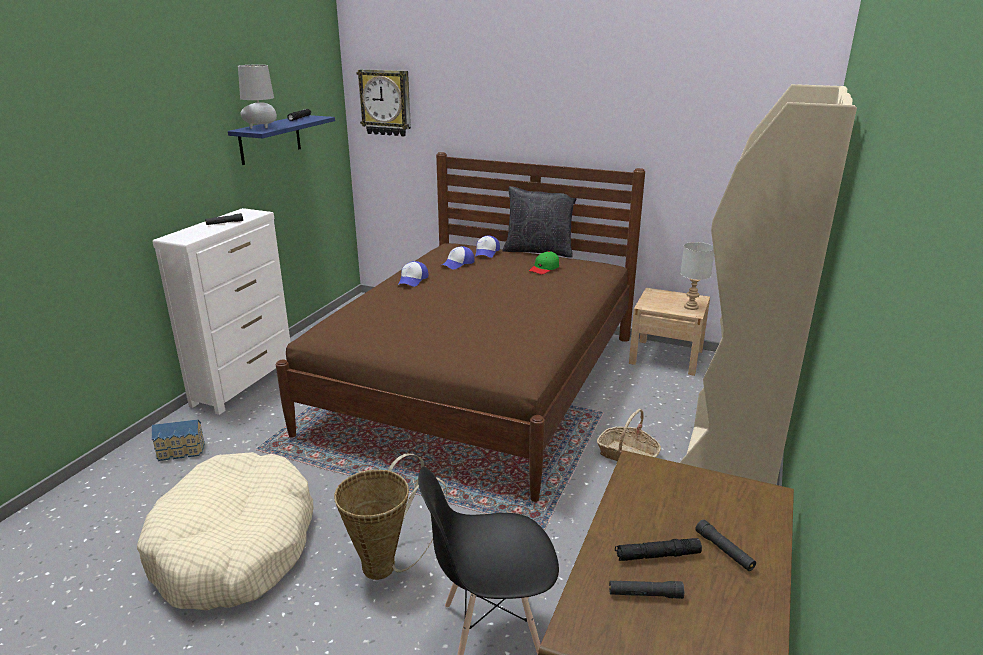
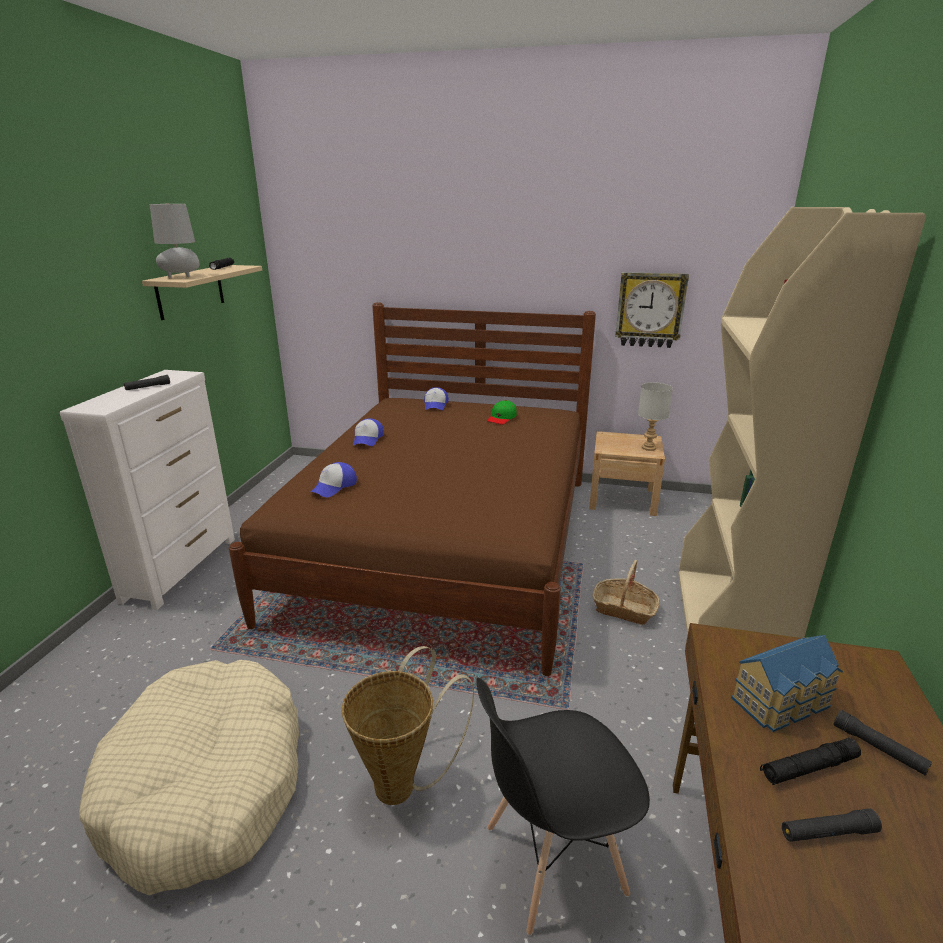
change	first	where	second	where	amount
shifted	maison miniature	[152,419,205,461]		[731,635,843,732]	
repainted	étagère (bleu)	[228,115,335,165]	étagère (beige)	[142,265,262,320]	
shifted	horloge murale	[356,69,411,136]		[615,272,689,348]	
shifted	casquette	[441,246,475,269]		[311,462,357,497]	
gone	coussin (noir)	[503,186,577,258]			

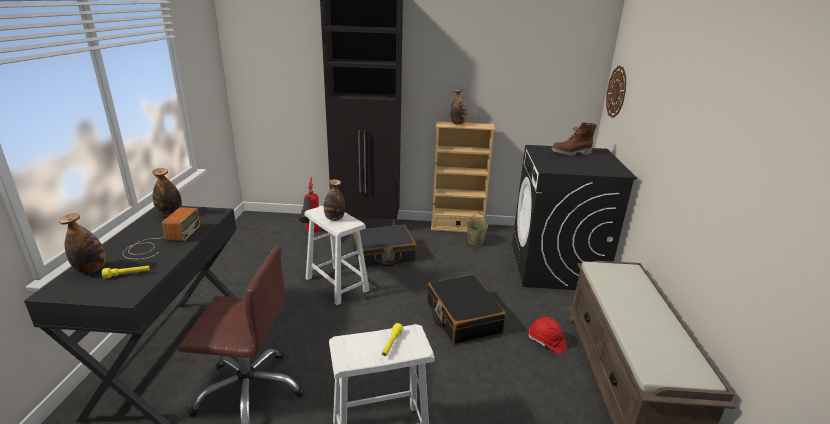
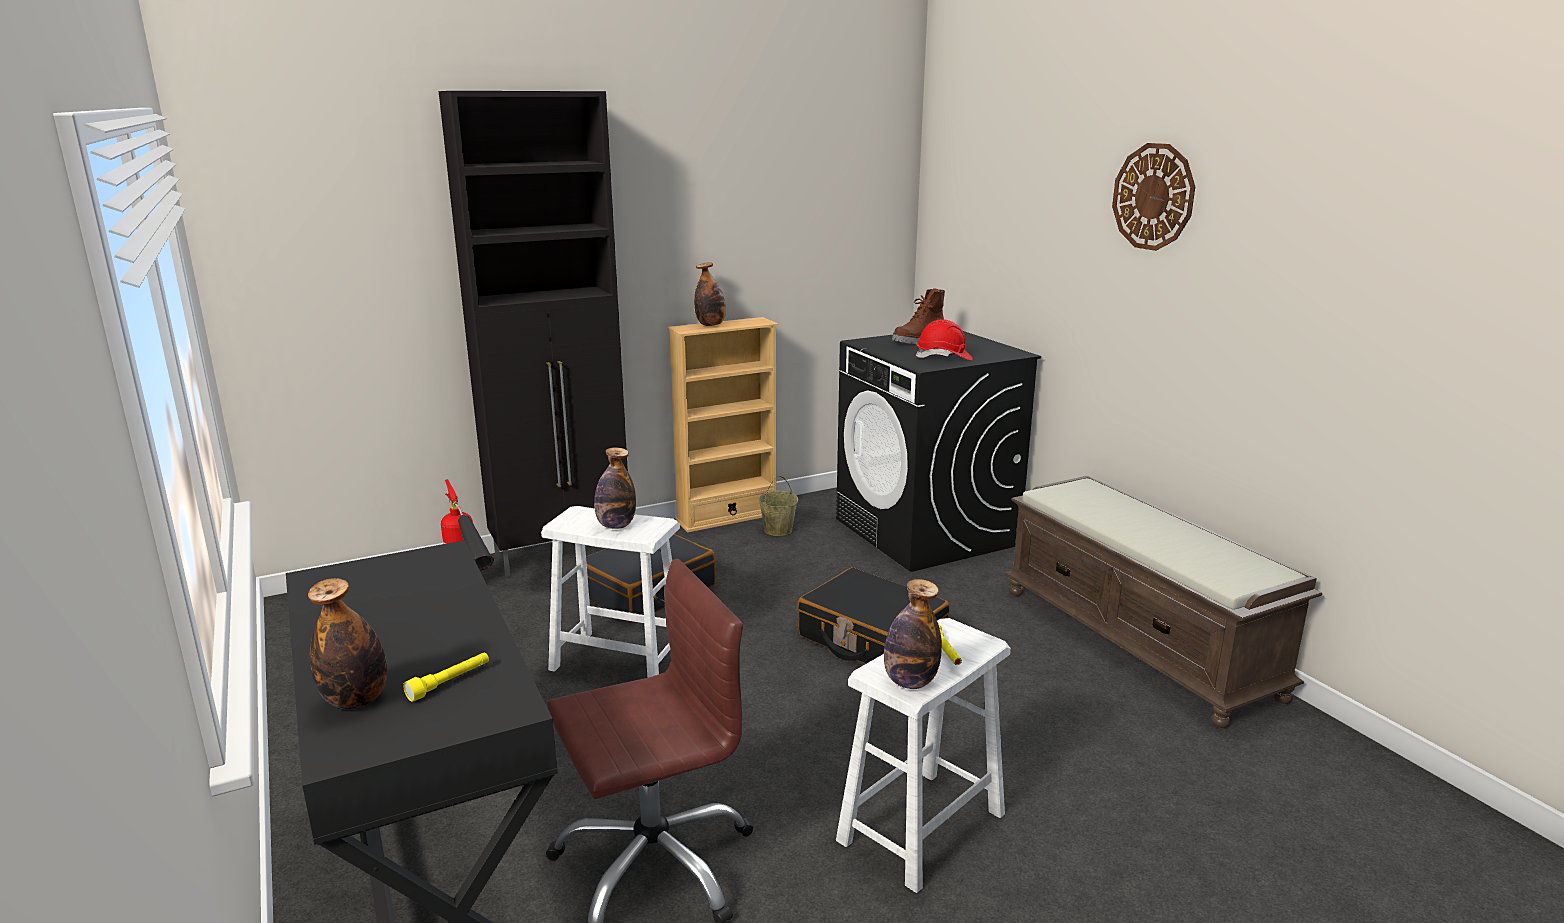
change	first	where	second	where	amount
gone	radio	[123,207,200,259]			
shifted	bouteille	[152,168,182,217]		[884,579,942,689]	
shifted	casque de chantier (rouge)	[528,317,567,354]		[915,319,973,361]	
shifted	horloge murale	[606,66,626,118]		[1112,143,1195,251]	

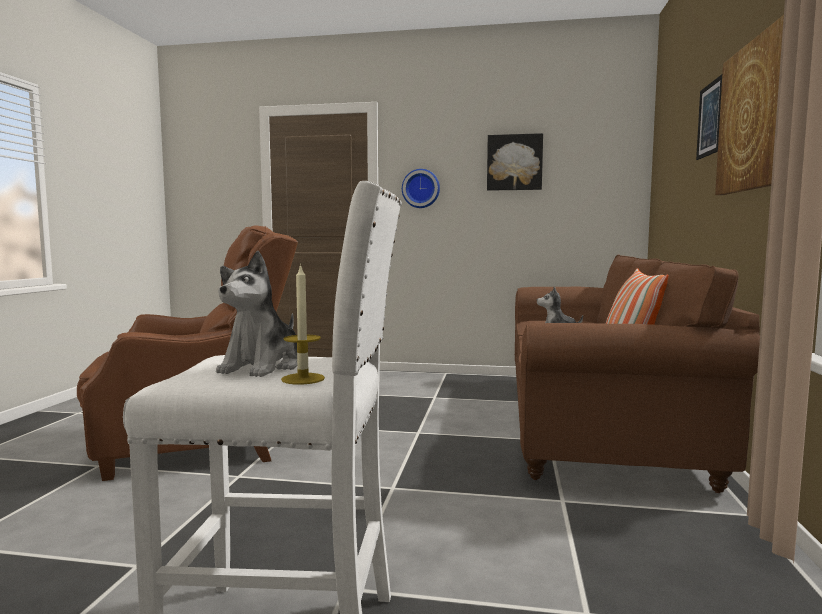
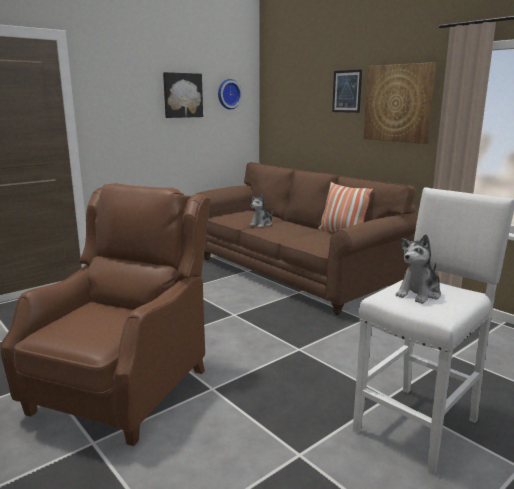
change	first	where	second	where	amount
rotated	peluche	[216,251,297,377]		[395,234,441,304]	75 degrees clockwise
gone	bougie	[281,264,325,385]			
shifted	horloge murale	[402,169,440,208]		[218,79,242,110]	

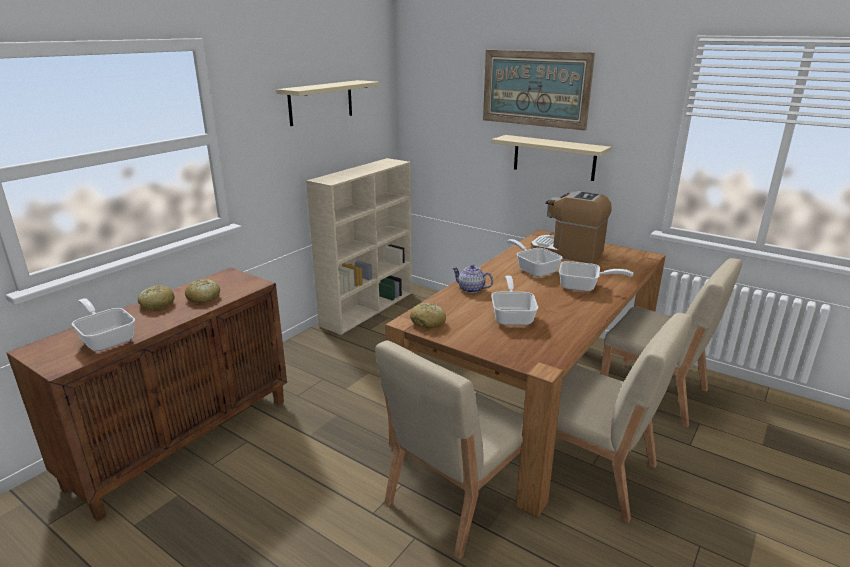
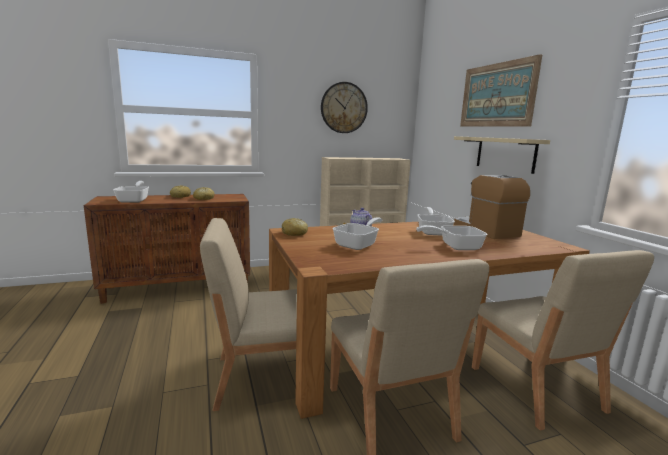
change	first	where	second	where	amount
swapped	étagère (beige)	[276,80,380,126]	horloge murale	[321,82,368,133]	
rotated	poêle	[559,261,633,292]		[416,225,487,250]	120 degrees clockwise

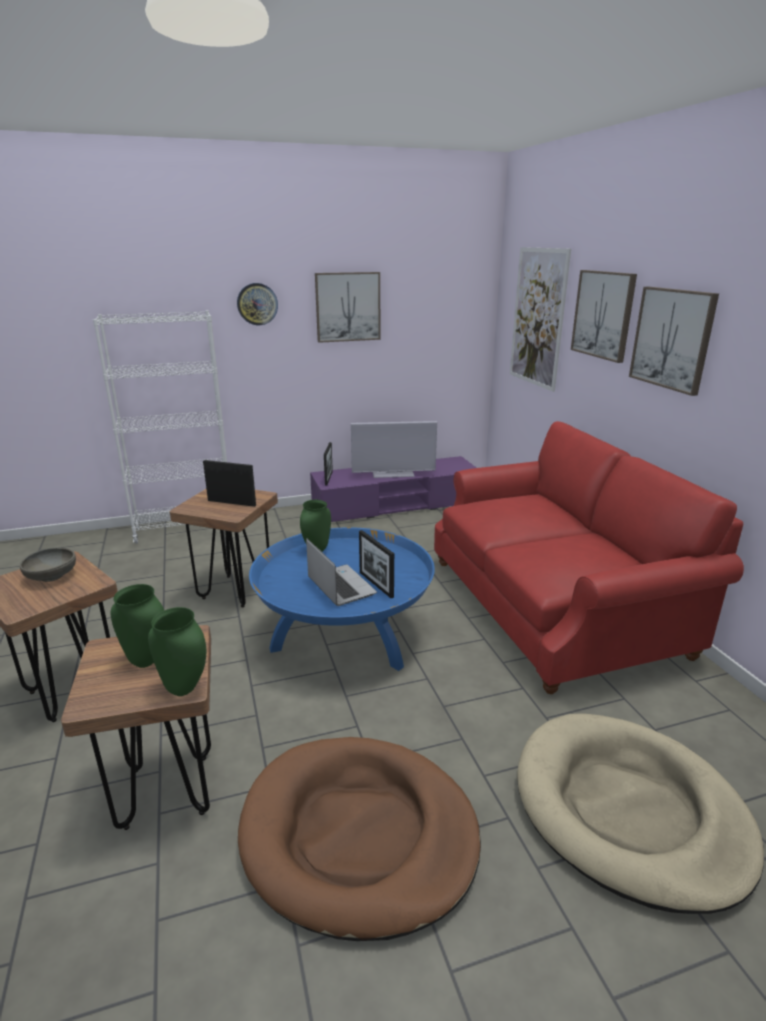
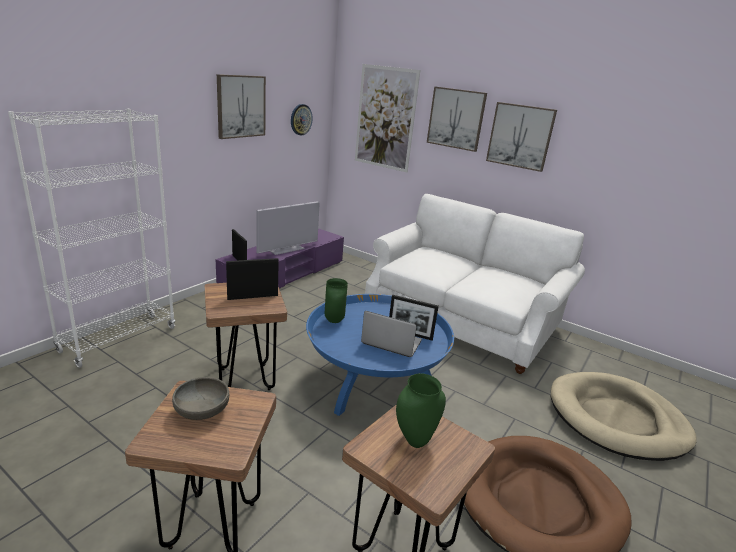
change	first	where	second	where	amount
gone	vase (vert)	[148,607,206,696]			
shifted	horloge murale	[237,283,278,325]		[291,104,313,135]	
repainted	canapé (rouge)	[434,421,744,694]	canapé (blanc)	[365,194,585,374]	

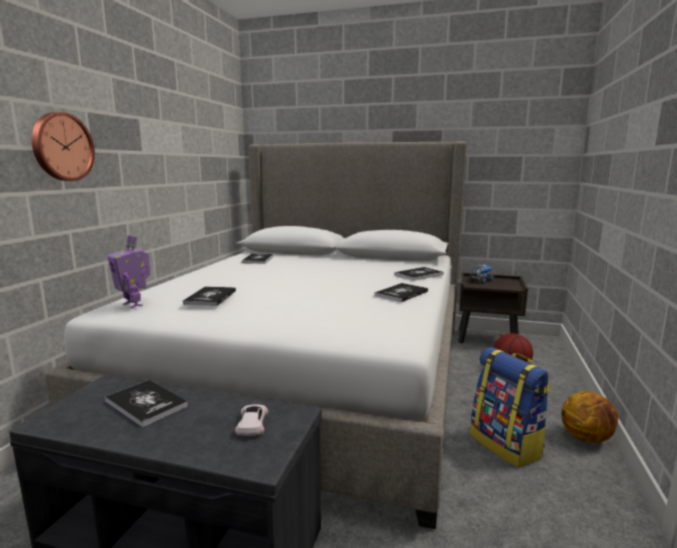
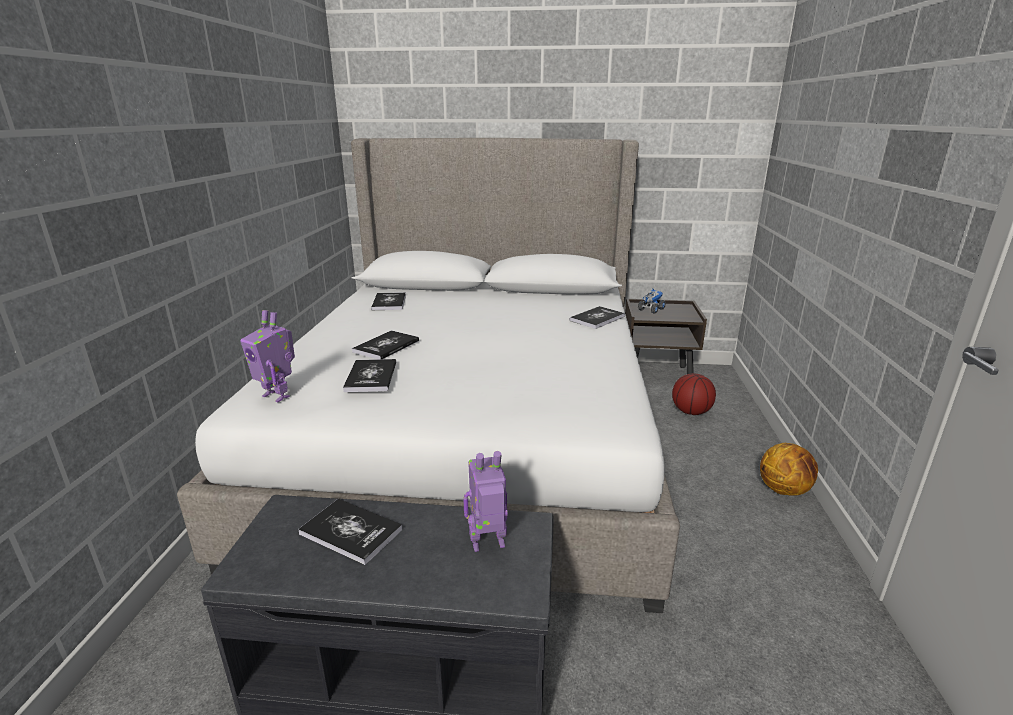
change	first	where	second	where	amount
gone	horloge murale	[32,112,95,181]			
swapped	petite voiture (blanc)	[235,404,268,436]	robot jouet	[463,451,508,552]	
shifted	livre	[374,283,428,302]		[352,330,419,359]	
gone	sac à dos	[470,347,550,468]			

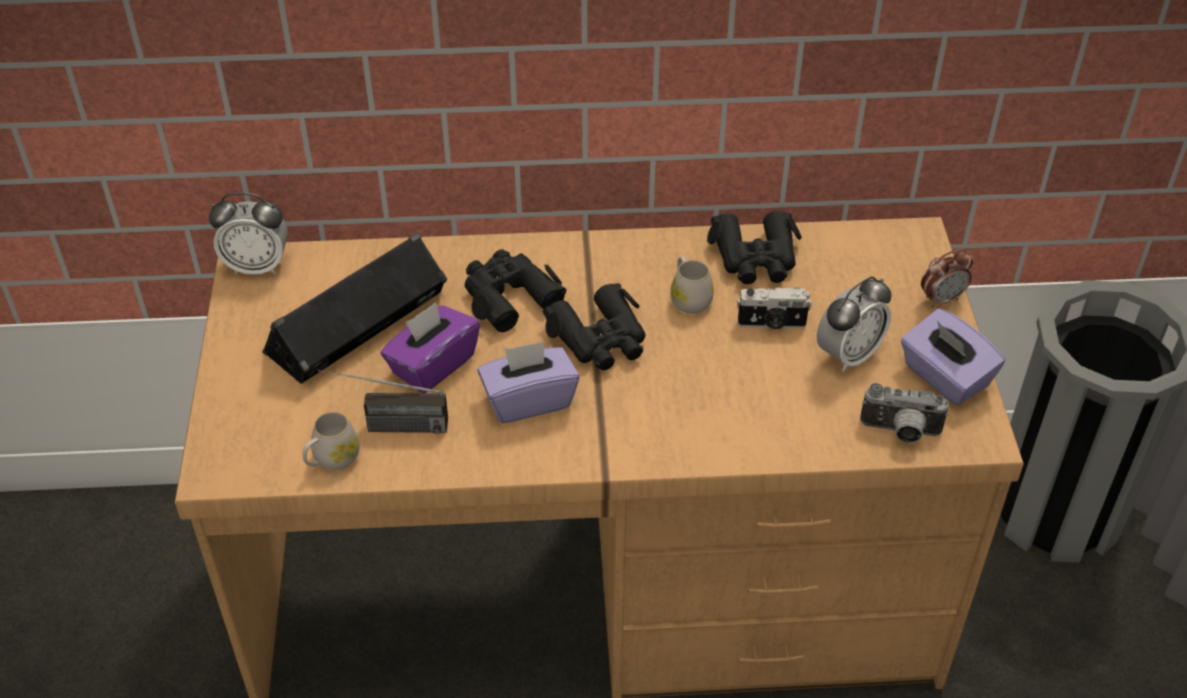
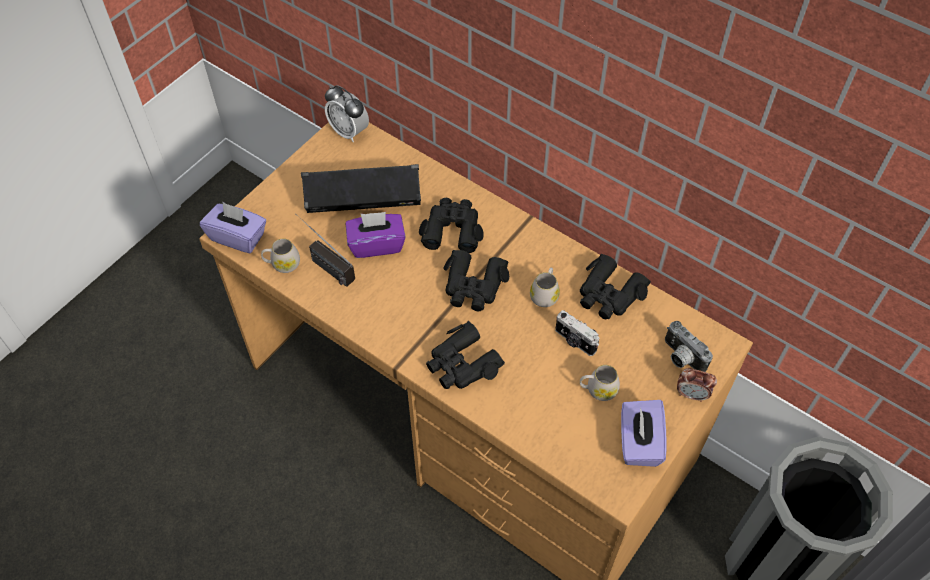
change	first	where	second	where	amount
shifted	boîte à mouchoirs (violet)	[477,341,580,424]		[200,202,266,253]	
swapped	réveil	[817,276,892,372]	mug (blanc)	[580,365,620,401]	
shifted	appareil photo	[860,383,949,443]		[665,321,713,372]	
new			jumelles (noir)	[426,321,505,389]	

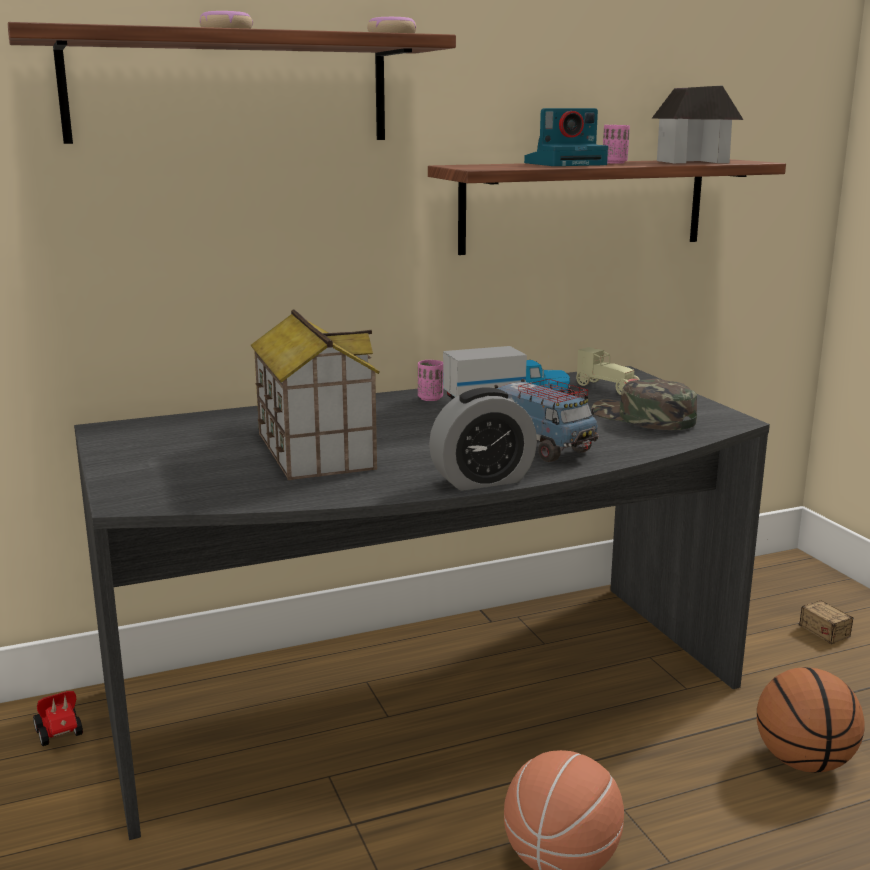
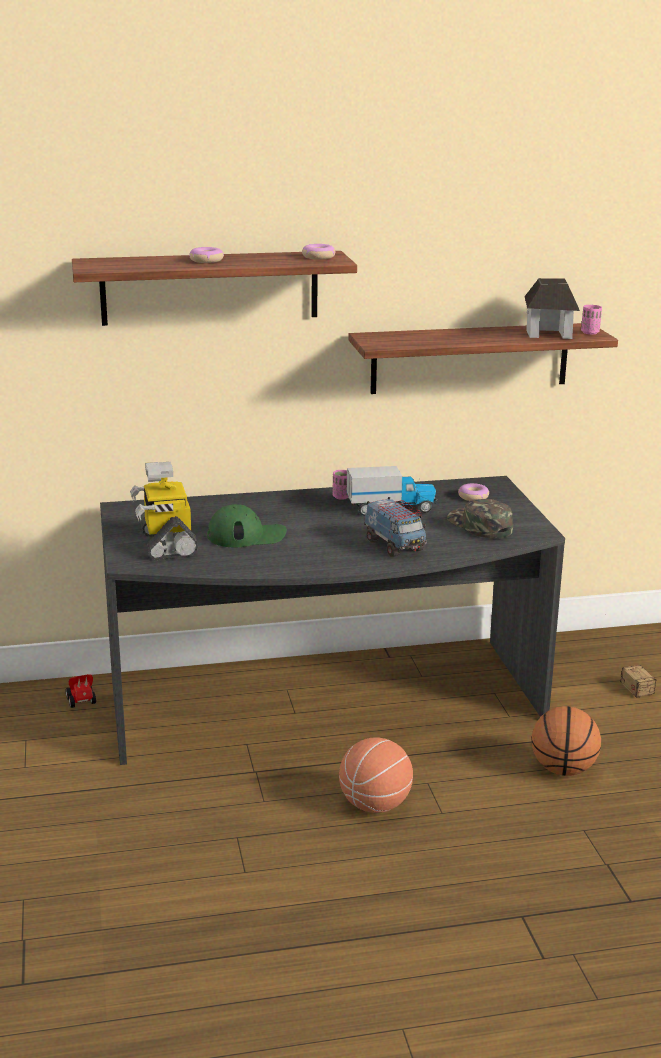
change	first	where	second	where	amount
swapped	maison miniature	[251,309,379,480]	casquette (vert)	[207,504,287,547]	
gone	réveil	[429,387,537,491]			
gone	appareil photo	[524,108,608,166]			
swapped	petite voiture (beige)	[576,347,640,395]	beignet	[458,483,489,501]	
shifted	tasse (rose)	[603,125,630,164]		[581,305,602,334]	
new			robot jouet	[130,462,198,560]	

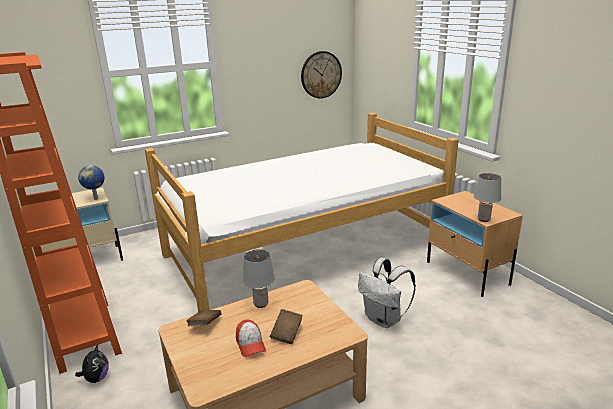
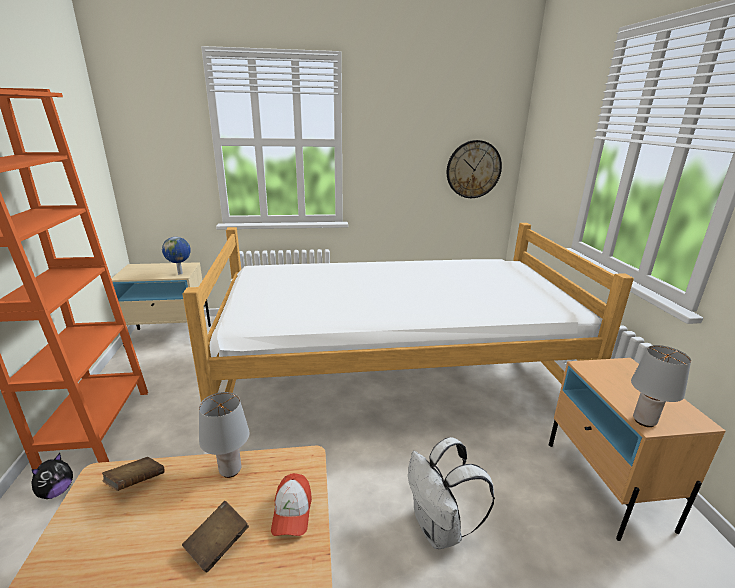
change	first	where	second	where	amount
shifted	casquette	[236,319,266,357]		[271,473,312,536]	

